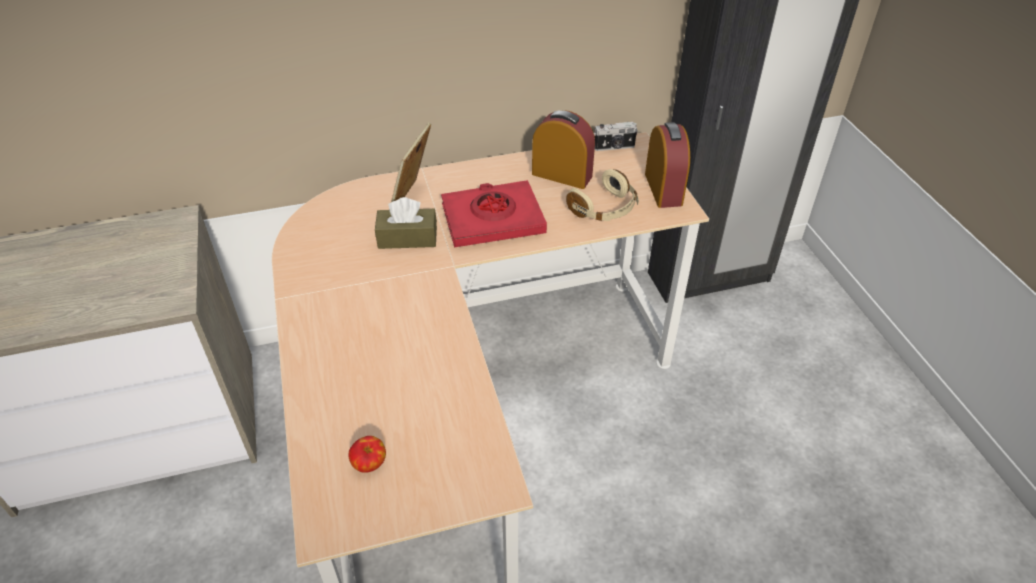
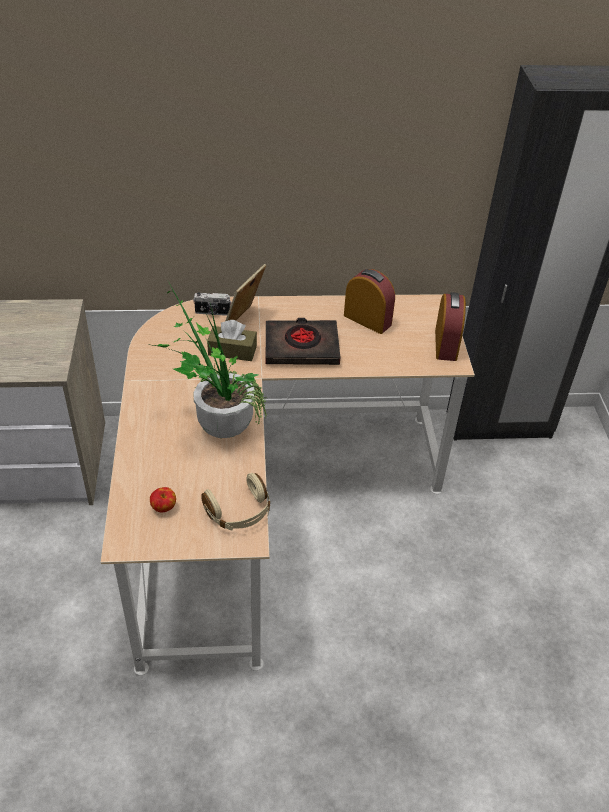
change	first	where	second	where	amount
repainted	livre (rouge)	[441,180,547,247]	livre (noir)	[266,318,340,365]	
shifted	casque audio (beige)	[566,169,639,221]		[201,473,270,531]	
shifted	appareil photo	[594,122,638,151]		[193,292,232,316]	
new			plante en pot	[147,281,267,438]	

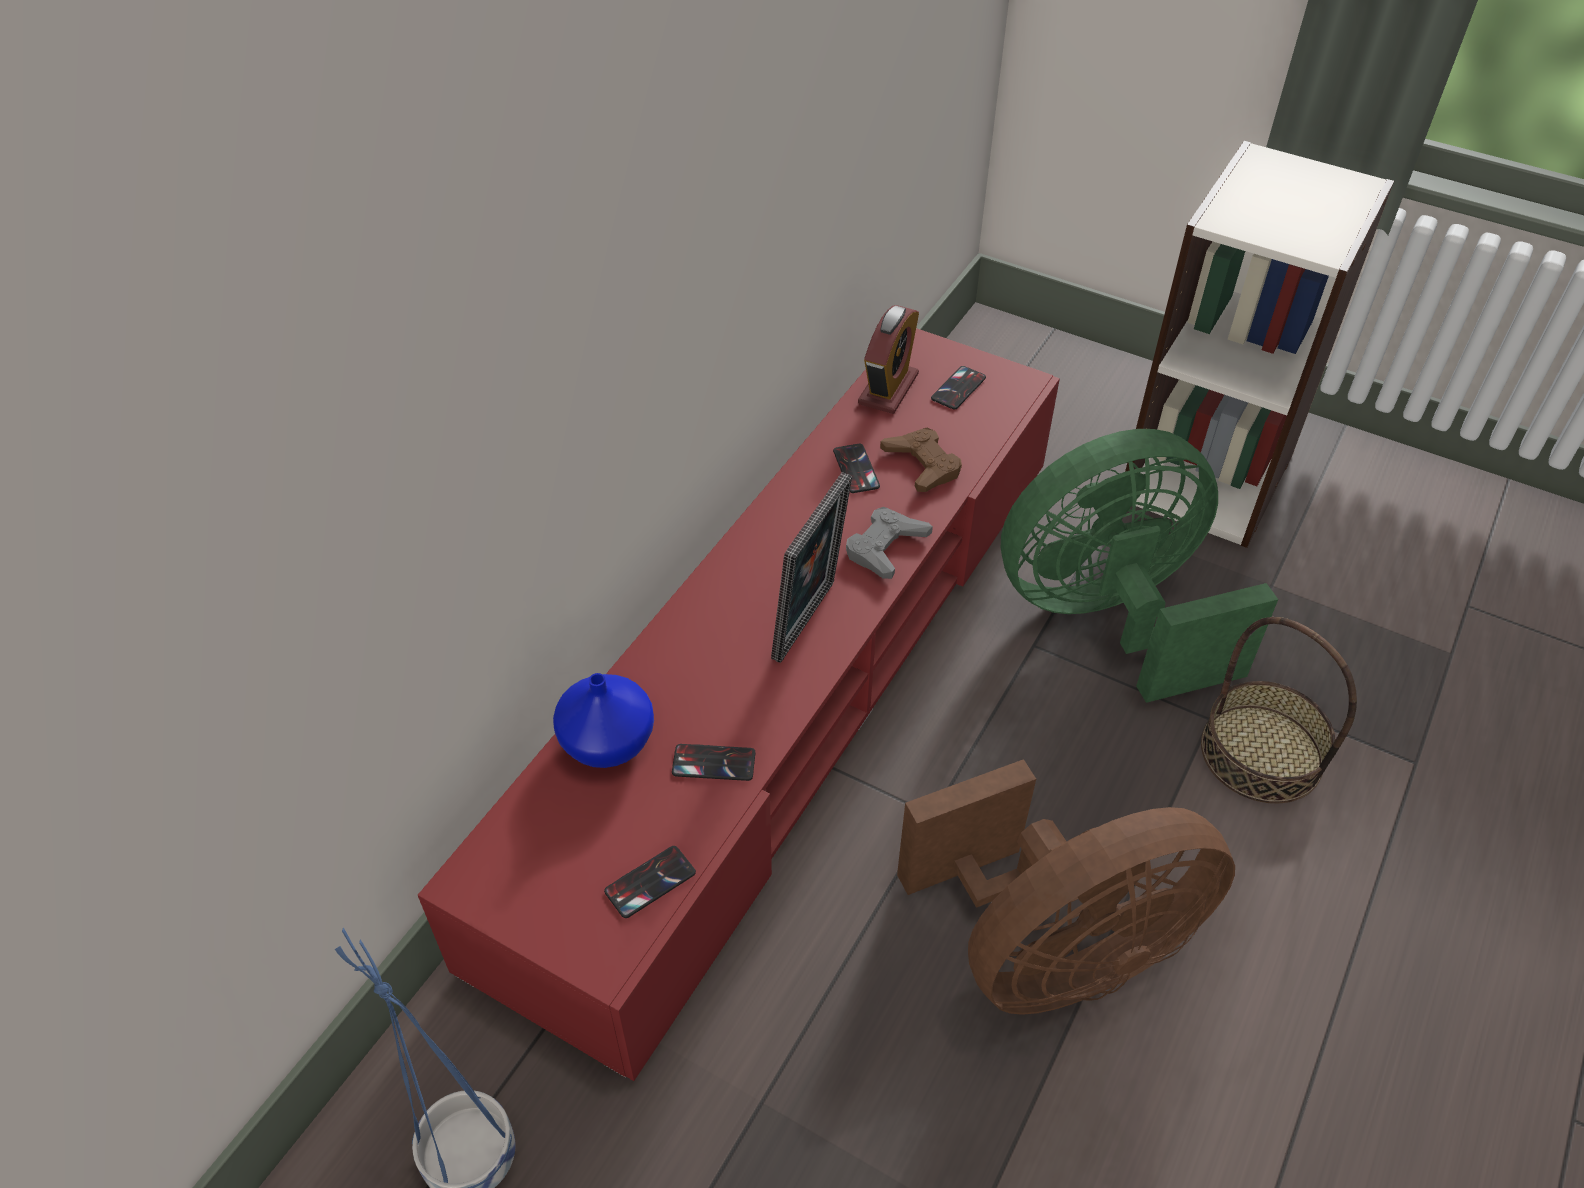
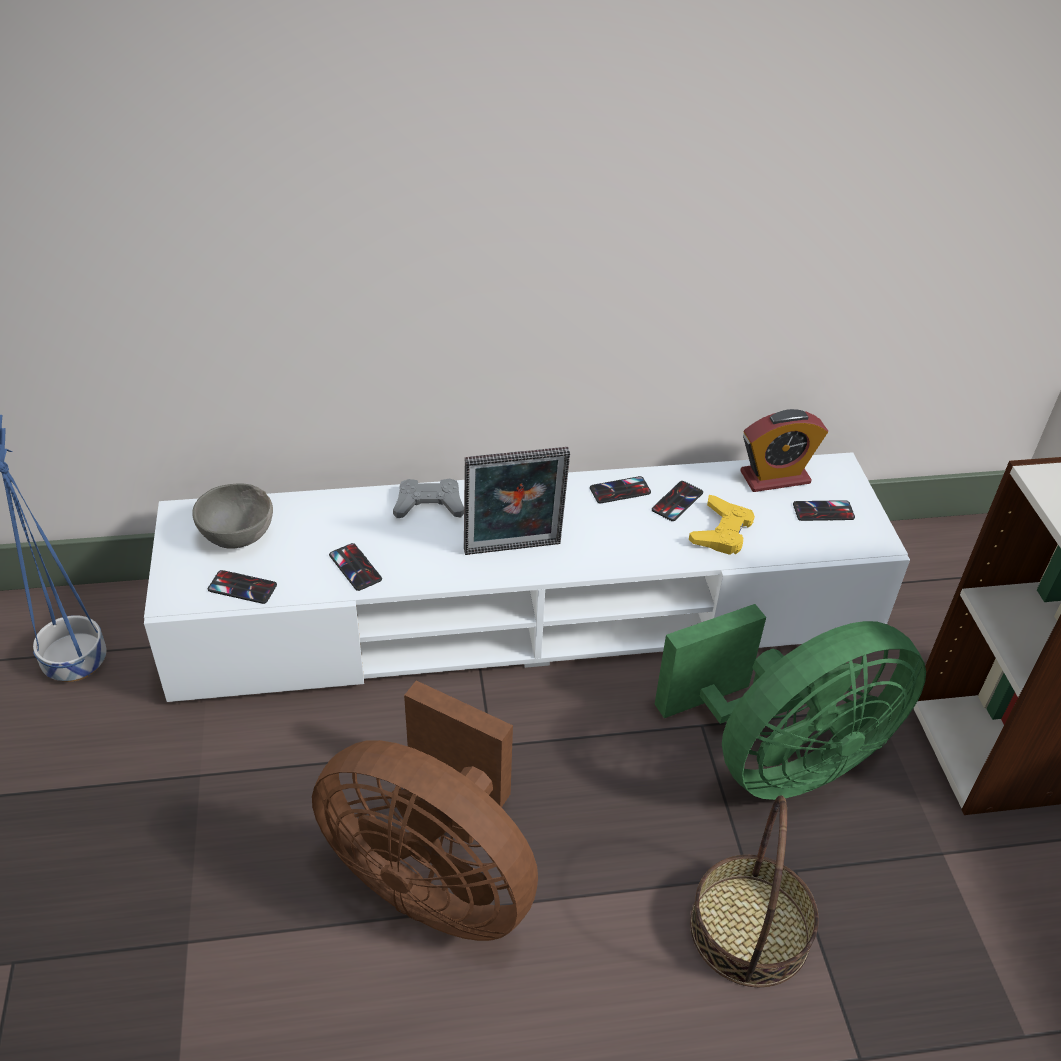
change	first	where	second	where	amount
repainted	meuble télé (rouge)	[418,328,1060,1081]	meuble télé (blanc)	[144,452,910,702]	
gone	vase (bleu)	[553,673,654,768]			
shifted	manette (gris)	[846,507,933,579]		[393,478,464,518]	
repainted	manette (marron)	[880,428,962,492]	manette (jaune)	[689,495,755,555]	
rotated	ventilateur (vert)	[1000,429,1278,703]		[655,604,926,800]	120 degrees clockwise
new			bol (gris)	[192,483,273,549]	
new			téléphone	[590,476,651,504]	

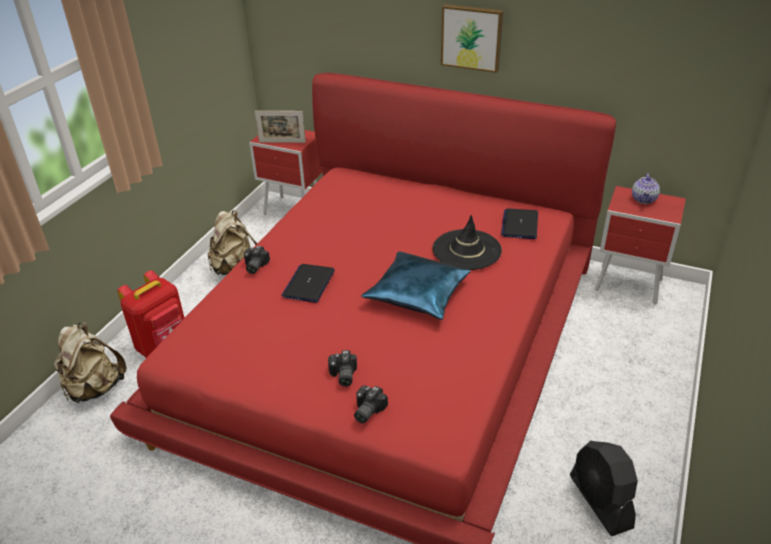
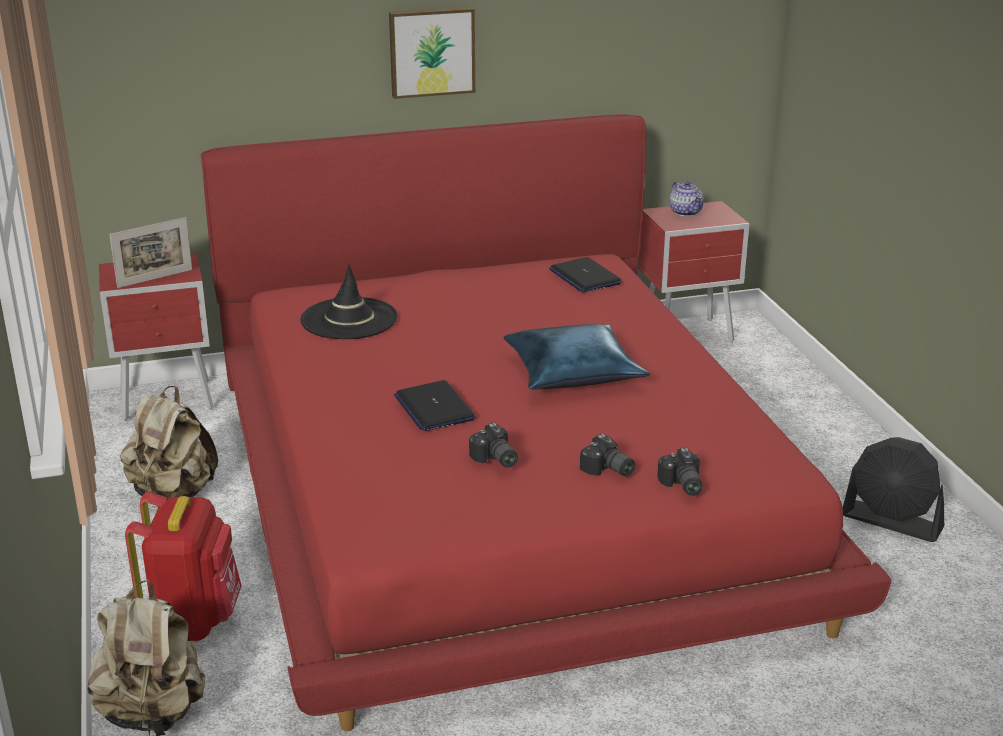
change	first	where	second	where	amount
shifted	appareil photo	[244,246,270,274]		[469,423,518,468]	
shifted	chapeau (noir)	[432,215,502,270]		[300,264,398,339]	

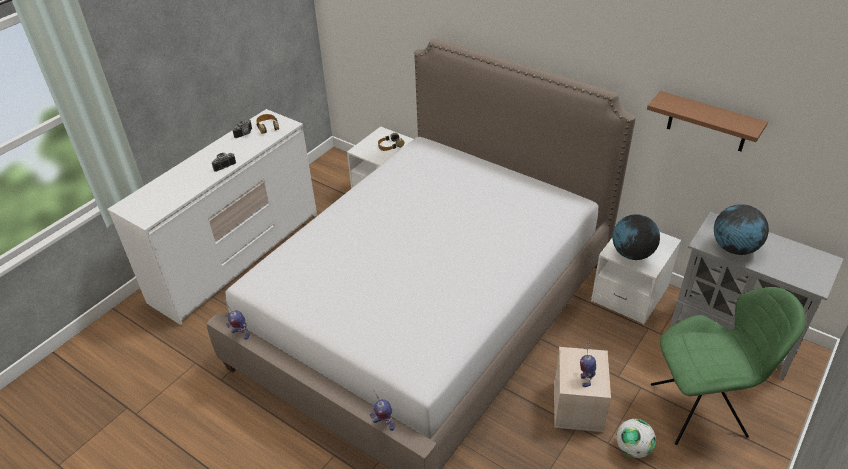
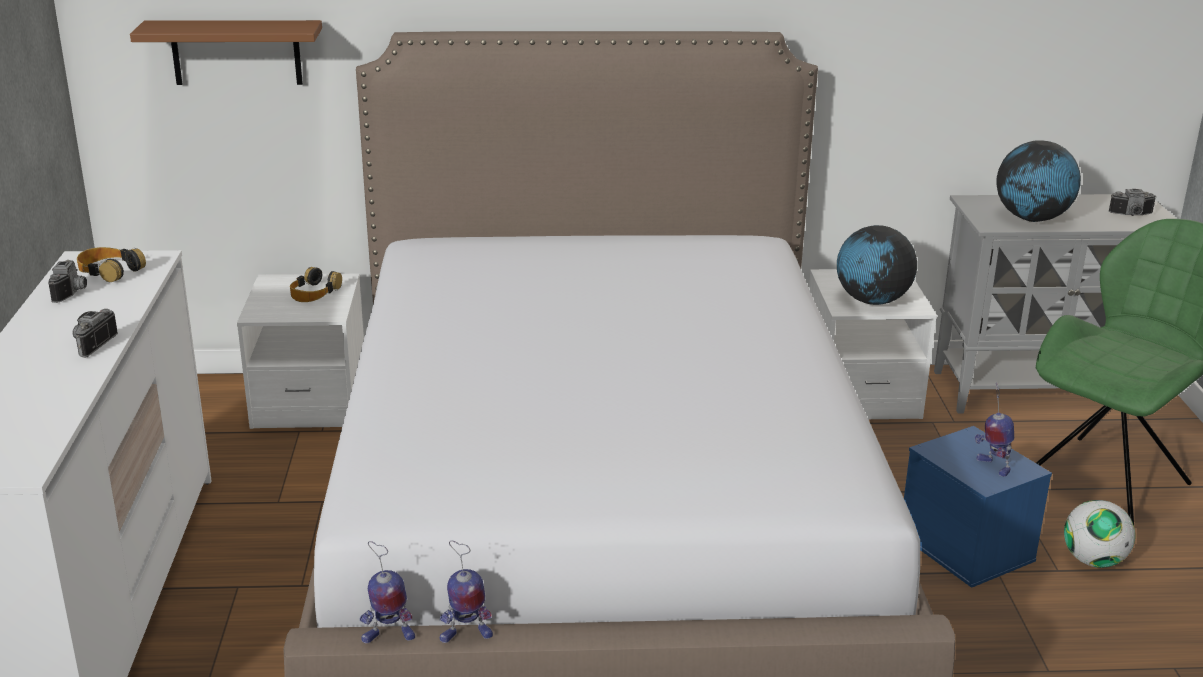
change	first	where	second	where	amount
shifted	robot jouet	[370,390,394,431]		[440,541,493,643]	
repainted	boîte de rangement (beige)	[554,347,611,432]	boîte de rangement (bleu)	[904,426,1052,588]	
shifted	étagère (marron)	[647,91,768,151]		[130,20,322,85]	
new			appareil photo	[1109,189,1156,216]	

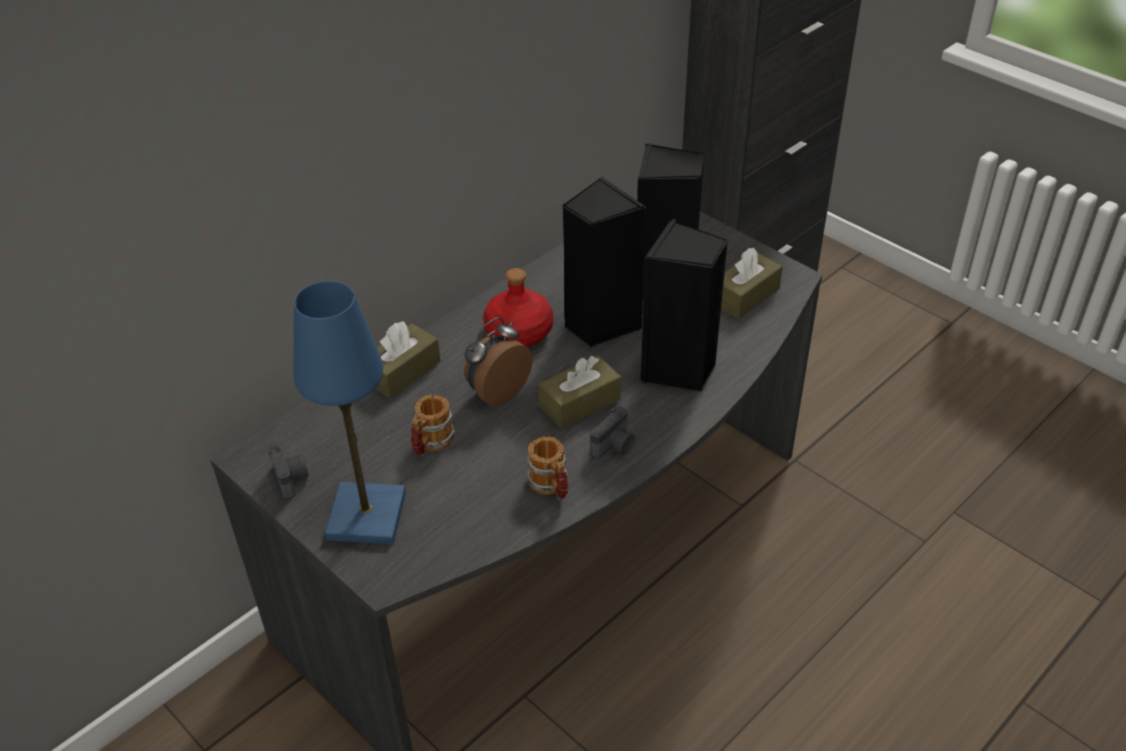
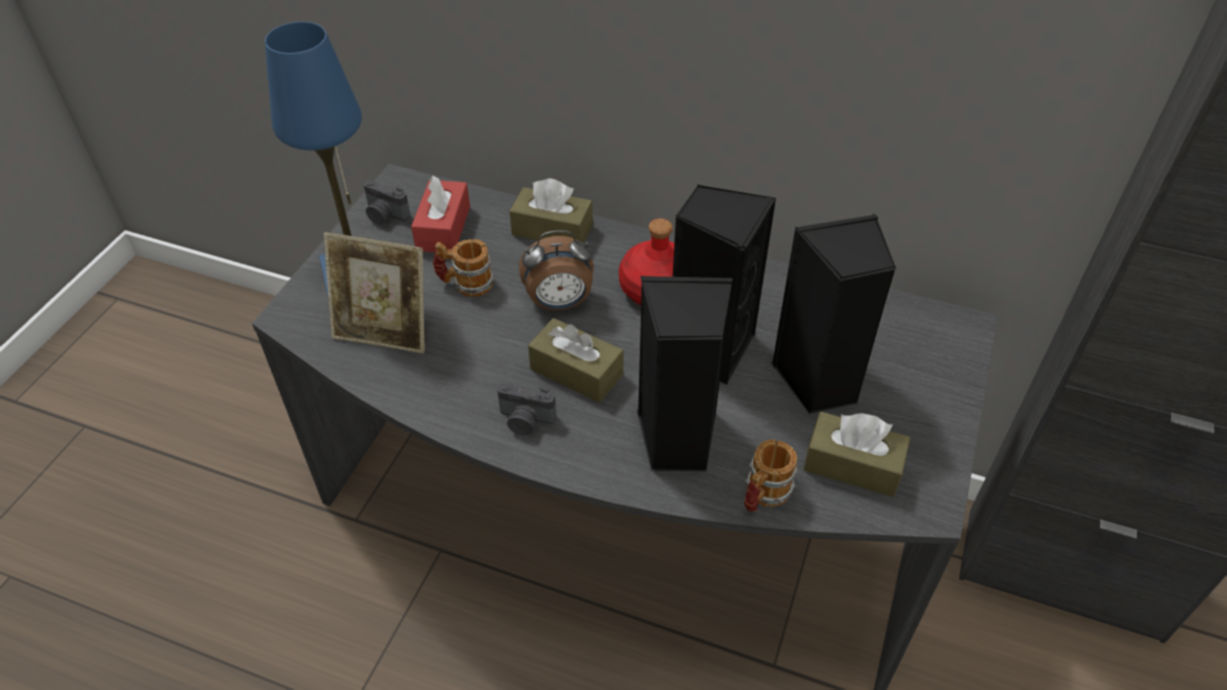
change	first	where	second	where	amount
rotated	appareil photo	[267,442,309,499]		[363,180,410,225]	75 degrees clockwise
rotated	réveil	[464,318,533,405]		[519,230,594,311]	150 degrees clockwise
shifted	mug	[526,436,569,499]		[744,439,798,512]	
new			cadre photo	[324,232,425,353]	
new			boîte à mouchoirs (rouge)	[411,176,470,253]	

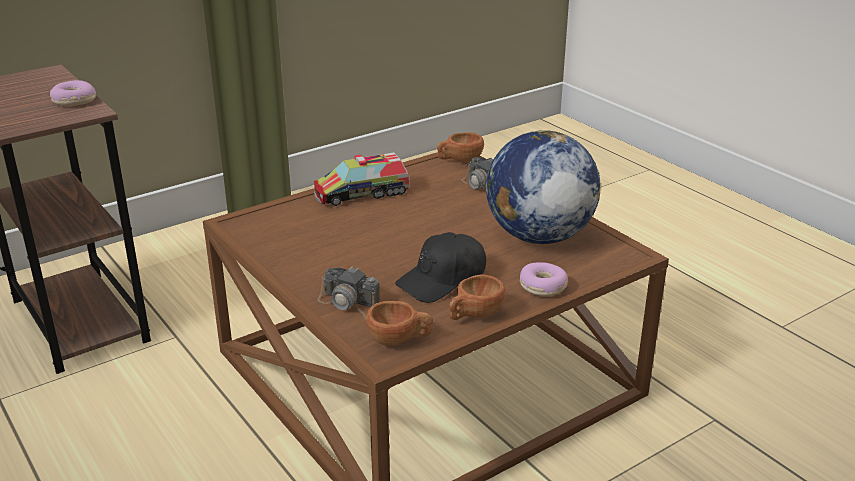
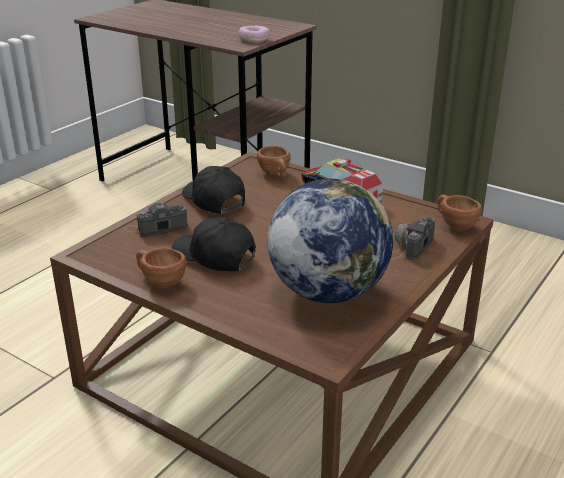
change	first	where	second	where	amount
rotated	appareil photo	[317,266,380,320]		[124,202,188,237]	60 degrees clockwise
shifted	tasse (marron)	[366,301,433,345]		[257,146,291,179]	
gone	beignet	[520,262,568,296]			
new			casquette (noir)	[182,166,245,214]	

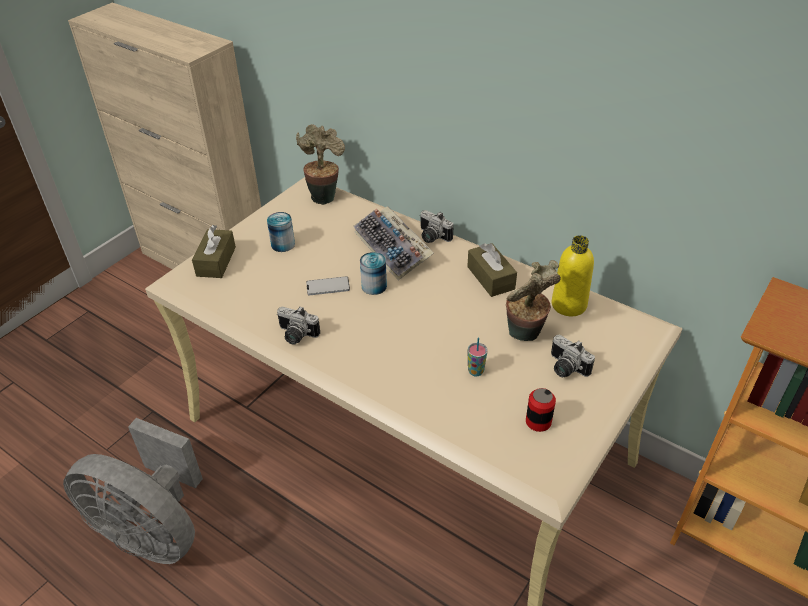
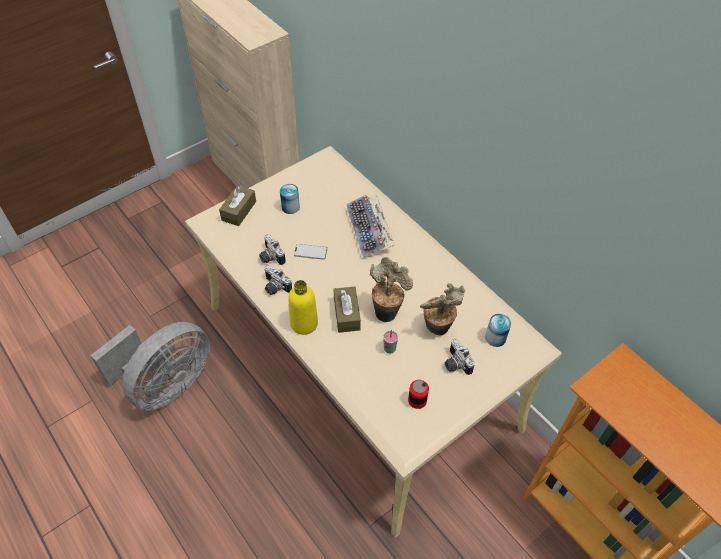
change	first	where	second	where	amount
rotated	ventilateur (gris)	[63,418,203,564]		[90,322,210,410]	90 degrees counterclockwise
shifted	plante en pot	[296,124,345,205]		[370,257,413,322]	
shifted	boîte métallique	[360,252,387,295]		[485,314,511,347]	
shifted	appareil photo	[420,210,453,243]		[259,234,286,265]	
shifted	boîte à mouchoirs (marron)	[467,243,517,297]		[334,287,361,333]	
shifted	bouteille (jaune)	[552,235,594,316]		[288,280,318,335]	

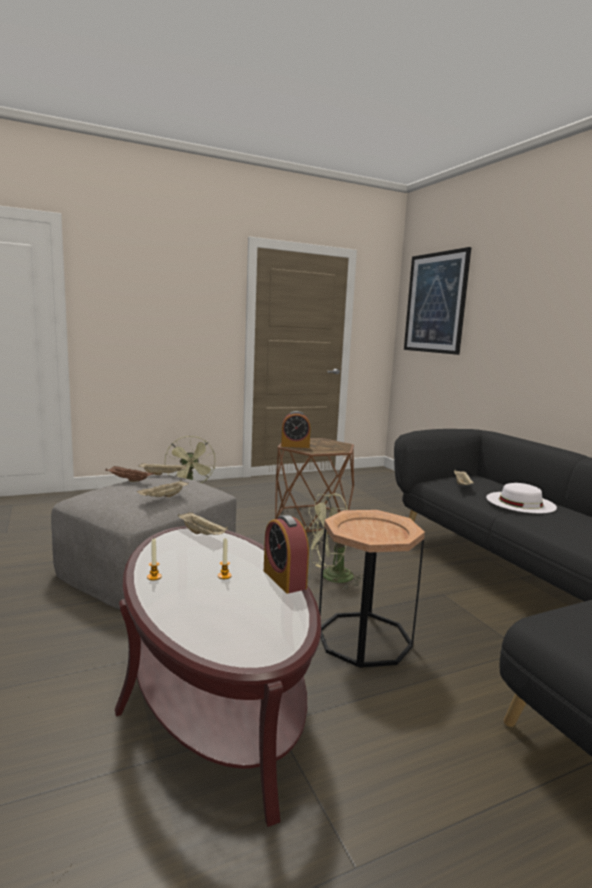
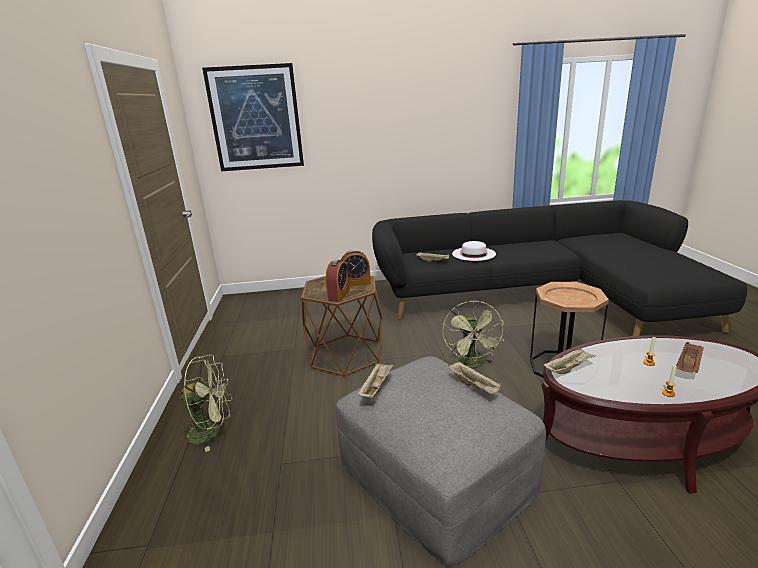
change	first	where	second	where	amount
shifted	plateau (marron)	[105,466,154,482]		[676,342,704,373]	
shifted	réveil	[264,515,309,593]		[341,250,371,287]	

